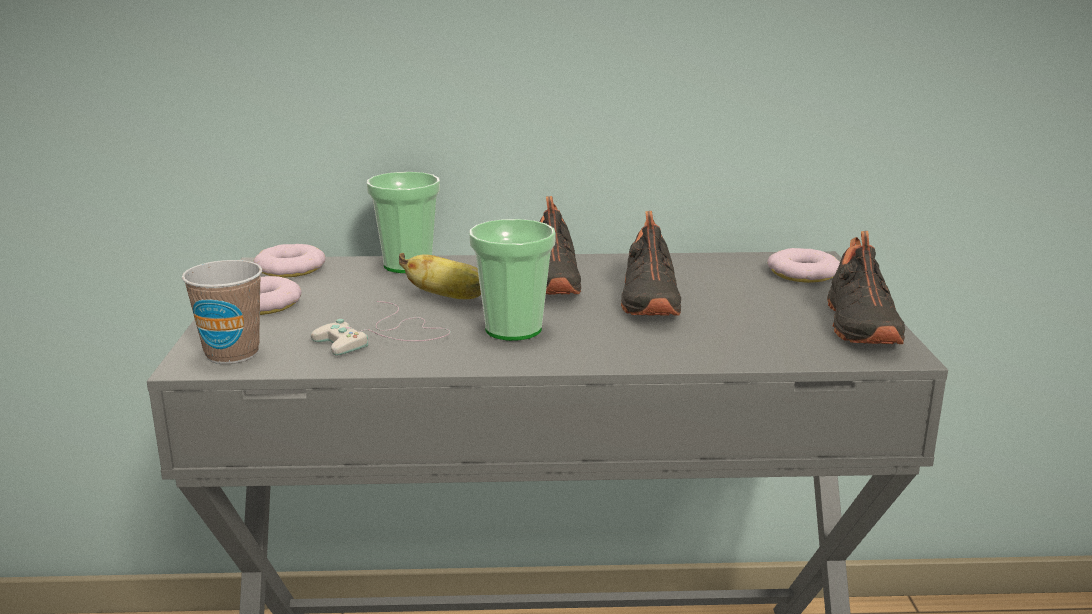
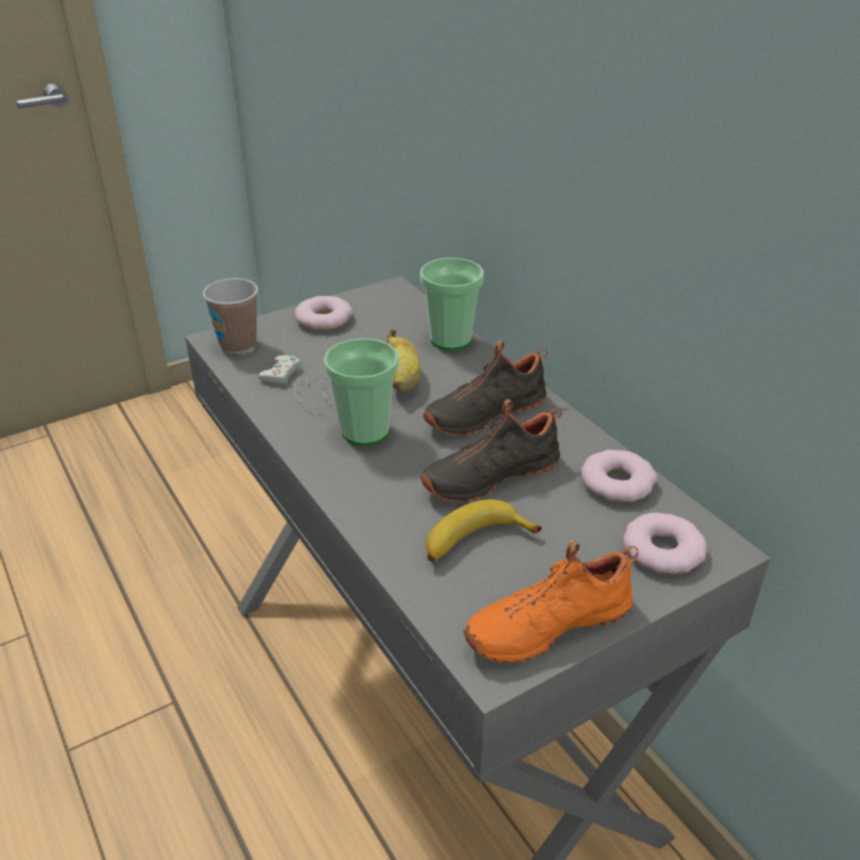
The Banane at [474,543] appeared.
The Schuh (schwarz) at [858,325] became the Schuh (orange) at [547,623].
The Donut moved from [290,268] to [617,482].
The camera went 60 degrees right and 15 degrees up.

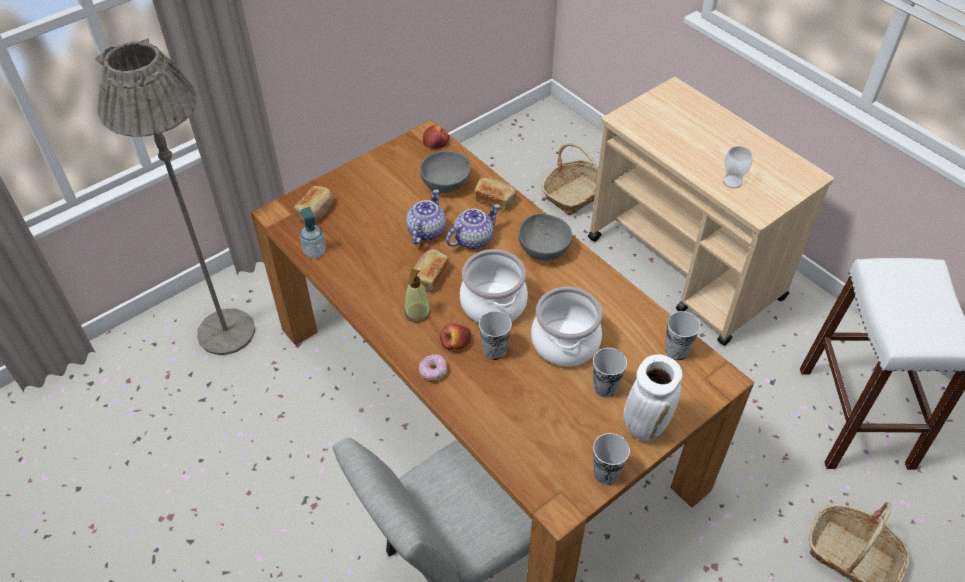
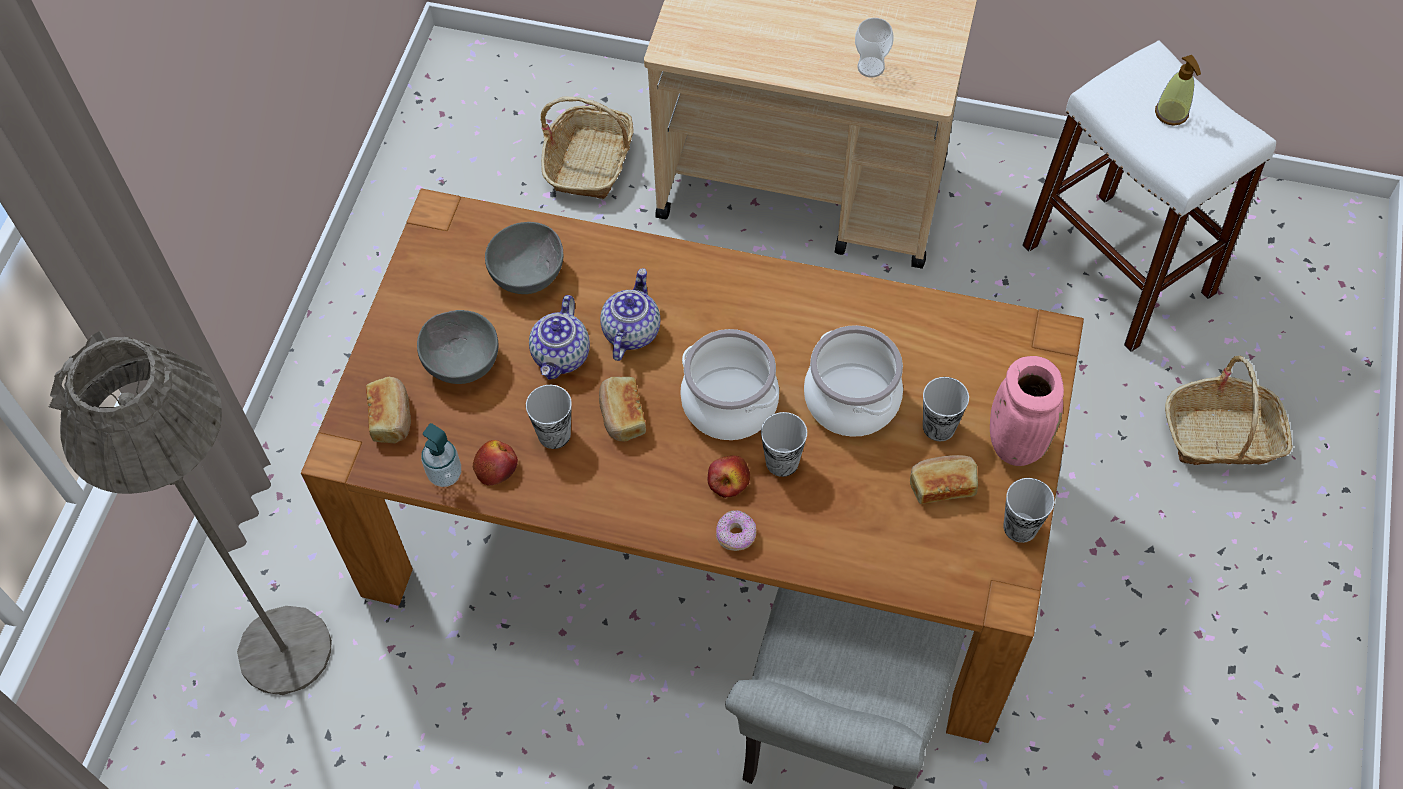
The Schüssel (grau) moved from [544,249] to [462,360].
The Apfel moved from [436,141] to [496,466].
The Tasse moved from [676,350] to [554,434].
The Teekanne at [426,231] turned 150 degrees counterclockwise.
The Brot moved from [495,199] to [942,485].
The Vase (weiß) at [645,424] became the Vase (rosa) at [1014,442].
The Seifenspender moved from [417,313] to [1171,113].
The camera went 35 degrees left and 10 degrees up.

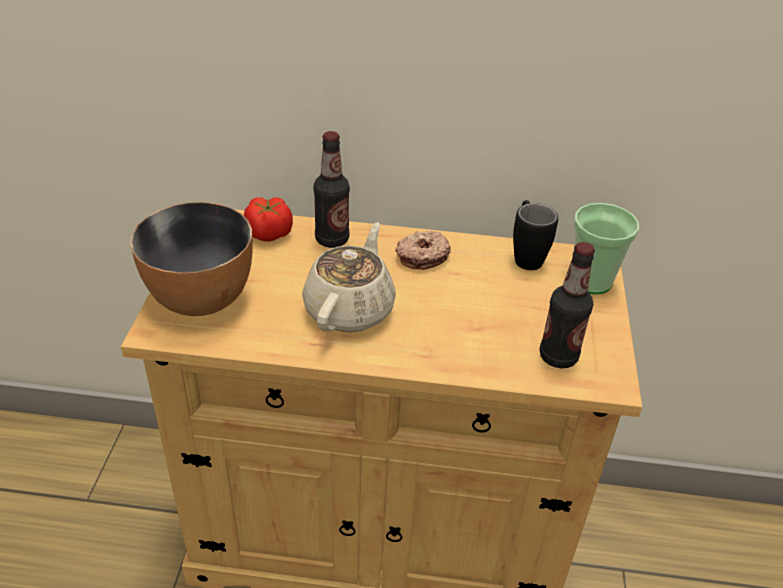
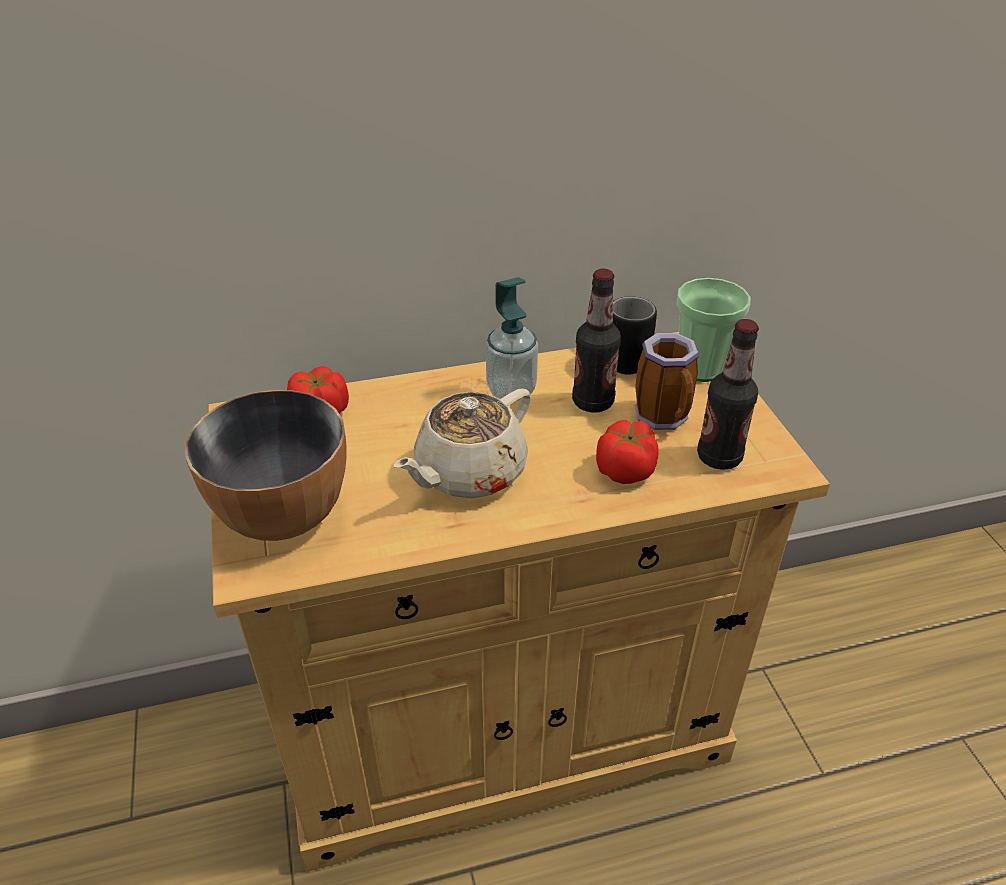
The Teekanne (beige) at [350,309] turned 135 degrees counterclockwise.
The Donut at [422,256] was replaced by the Seifenspender at [511,390].
The Flasche moved from [332,239] to [593,402].
The Tomate at [625,470] appeared.
The Henkelbecher at [665,418] appeared.
The camera went 20 degrees left and 0 degrees up.

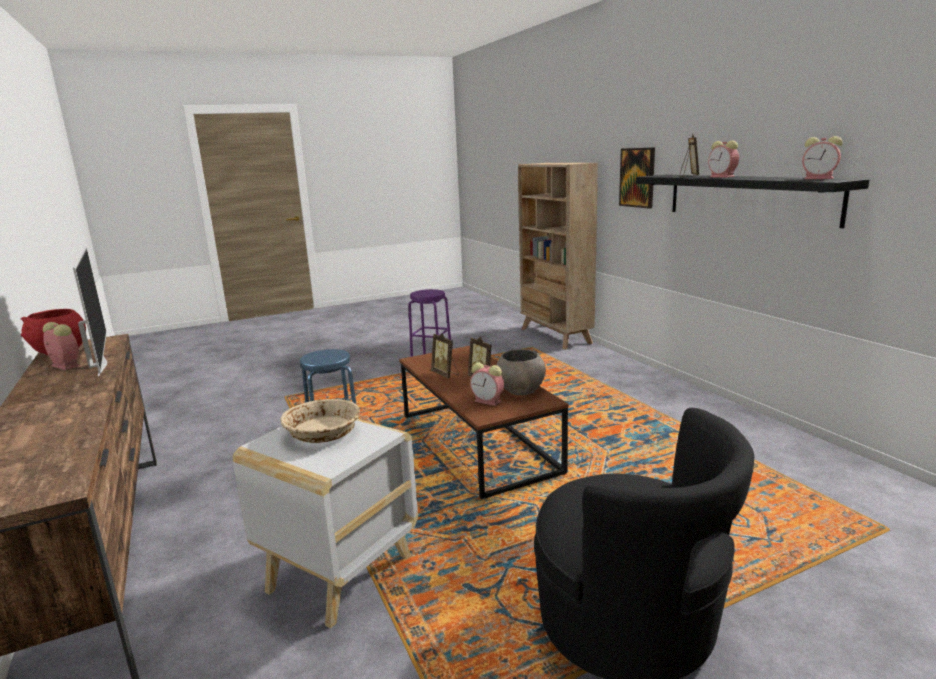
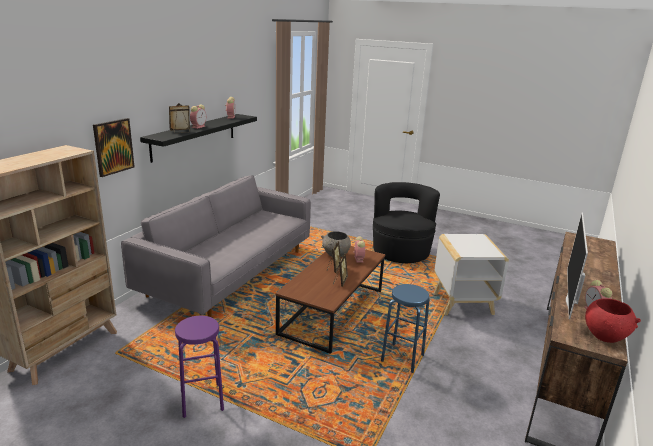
The Sofa (grau) at [230,272] appeared.
The Schüssel (beige) at [323,433] disappeared.
The camera went 130 degrees left and 5 degrees up.

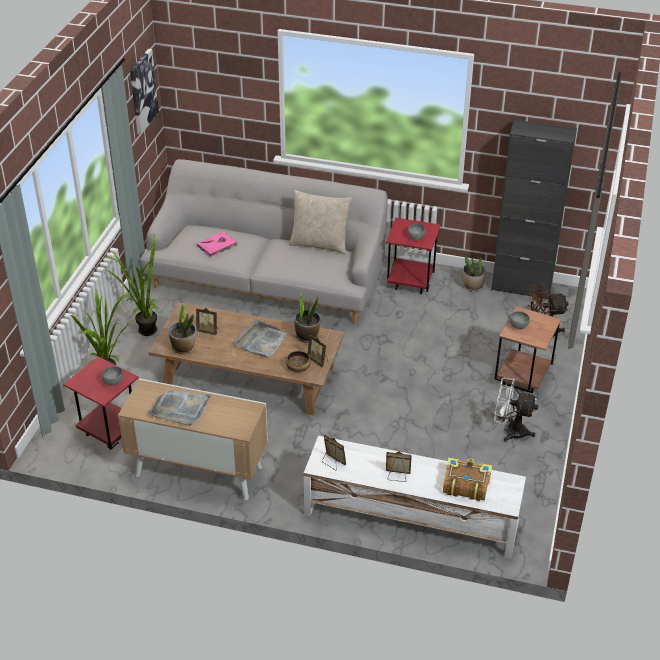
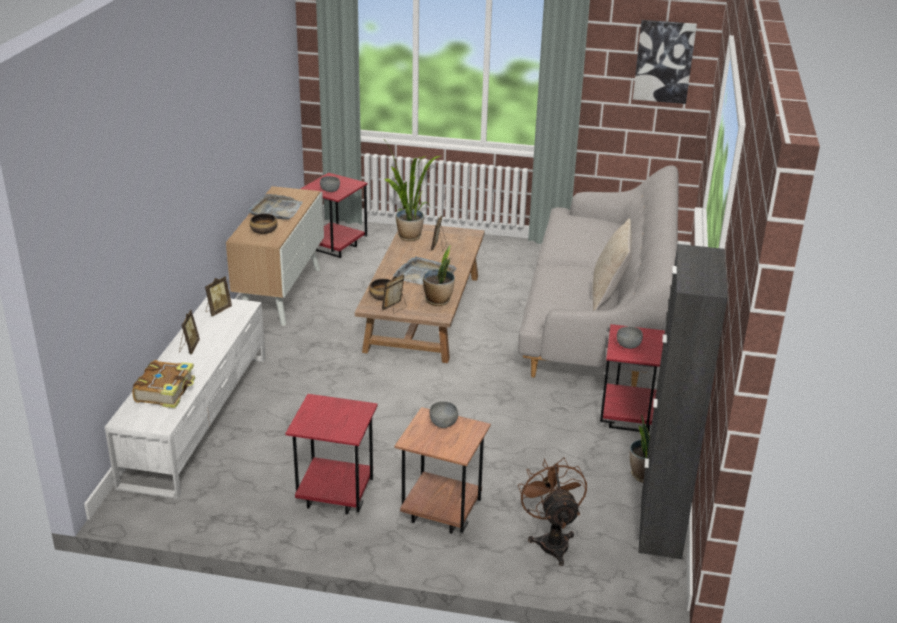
The Schüssel at [264,231] appeared.
The Ventilator (weiß) at [510,431] was replaced by the Beistelltisch (rot) at [334,498].
The Topfpflanze at [143,330] disappeared.
The Buch (rosa) at [217,246] disappeared.
The camera went 85 degrees right and 10 degrees down.

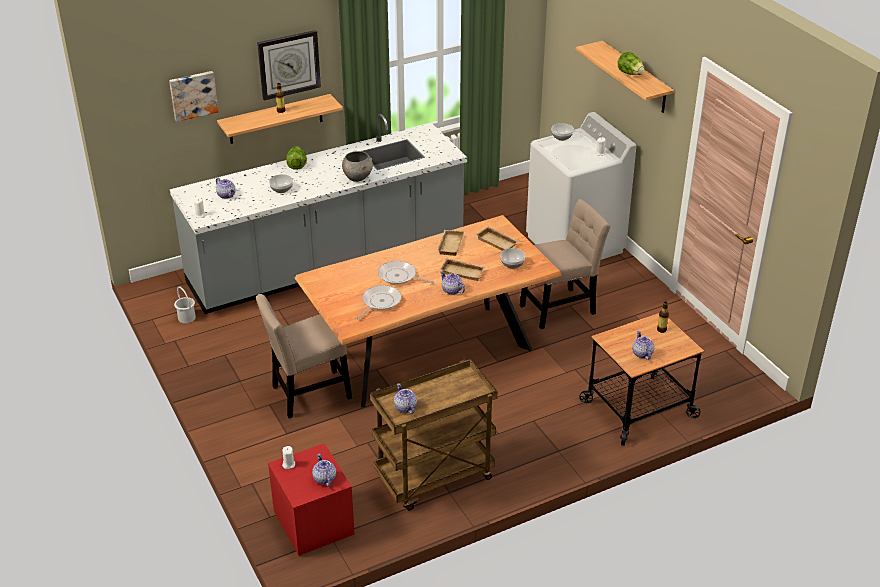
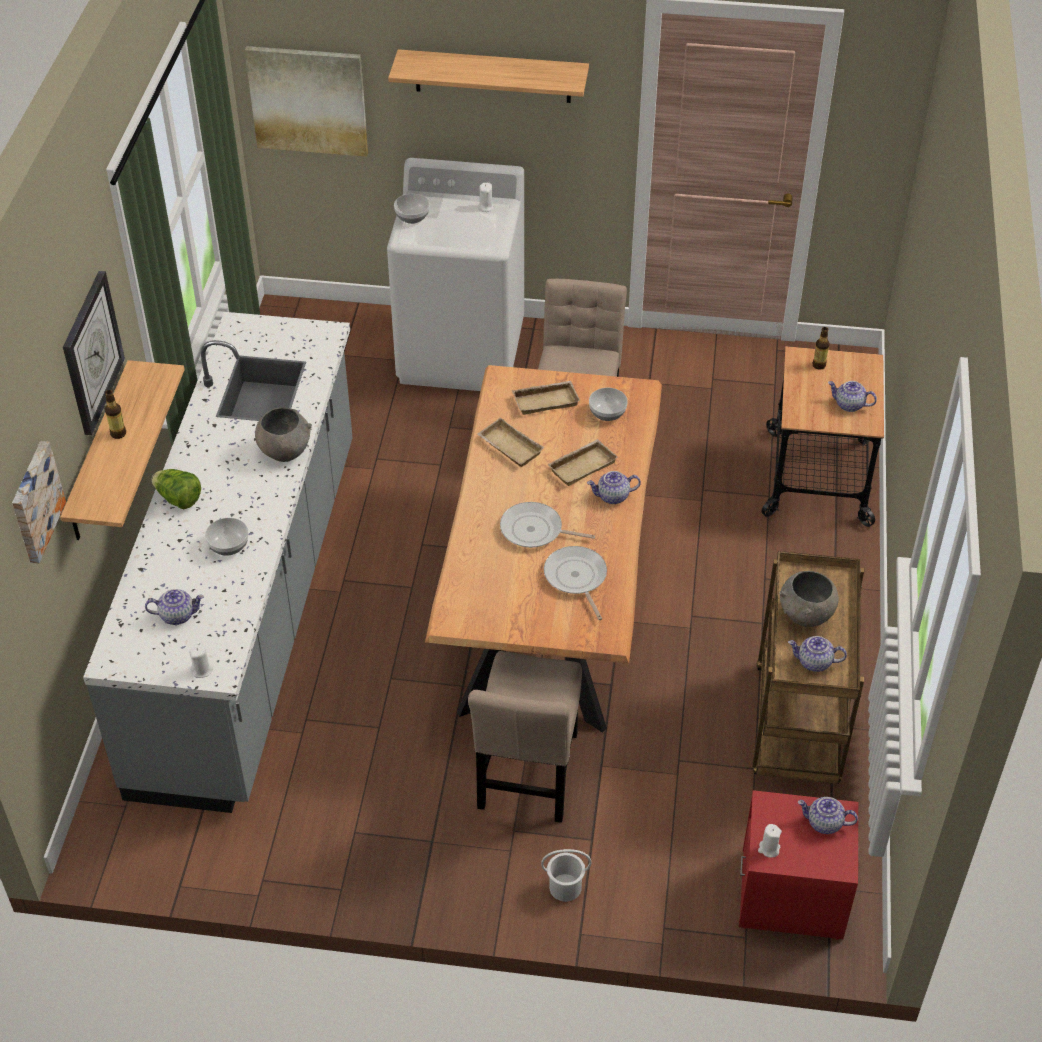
The Bild at [308,100] appeared.
The Pfanne at [399,276] turned 45 degrees clockwise.
The Eimer (weiß) moved from [186,318] to [565,888].
The Schüssel (grau) at [806,615] appeared.
The Salatkopf at [630,74] disappeared.
The camera went 55 degrees left and 10 degrees up.

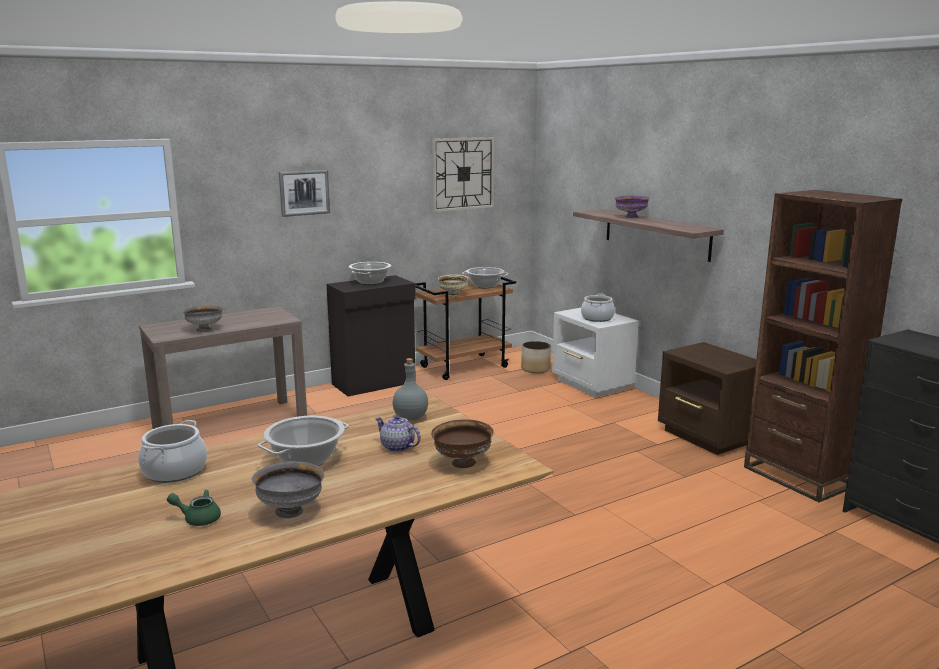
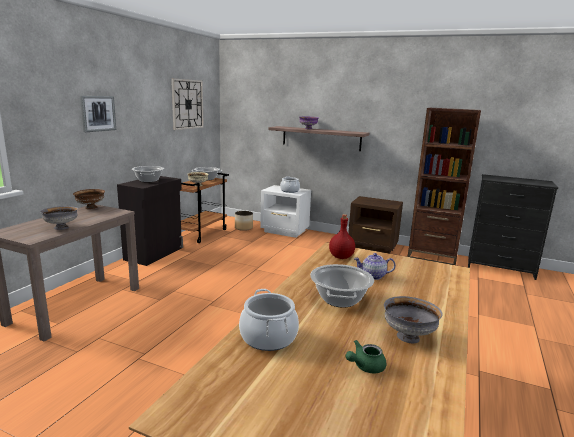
The Schüssel (braun) moved from [462,463] to [90,208].
The Flasche (grau) at [411,417] became the Flasche (rot) at [341,257].
The camera went 35 degrees left and 0 degrees up.

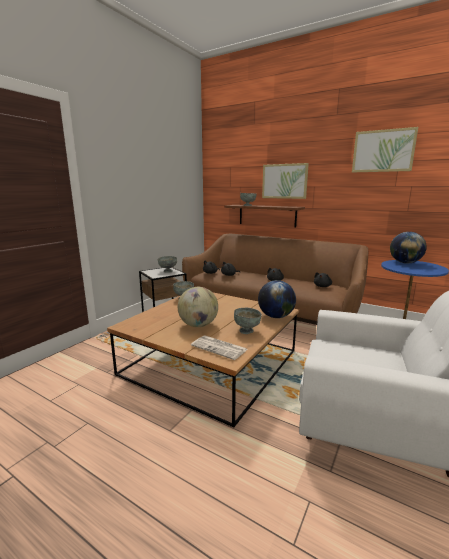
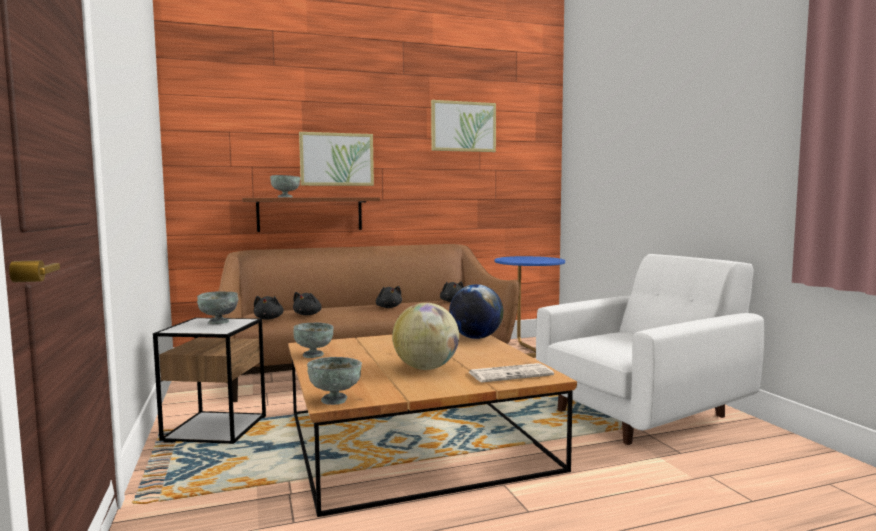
The Schüssel (grau) moved from [247,331] to [335,400].
The Globus at [405,263] disappeared.
The camera went 50 degrees left and 10 degrees down.

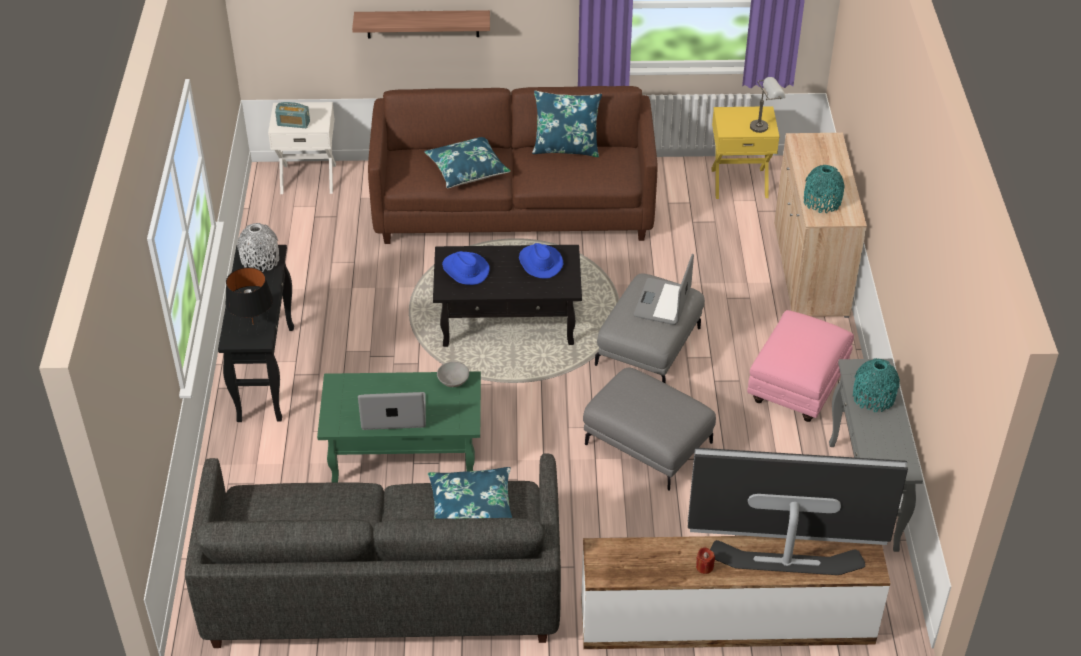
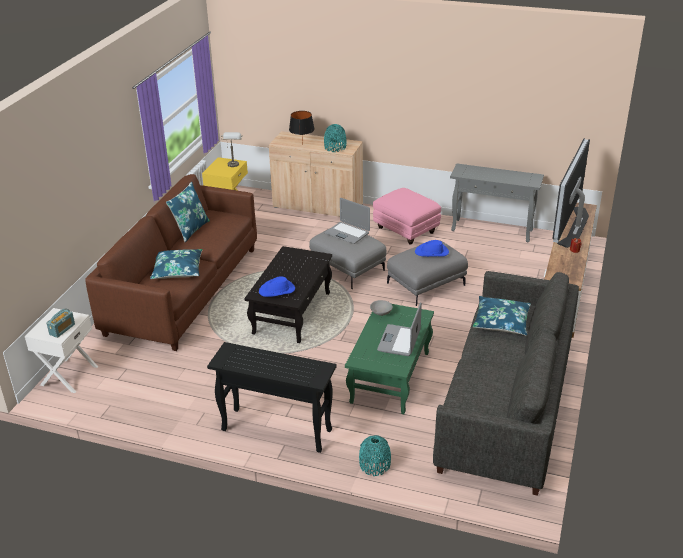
The Tischlampe (schwarz) moved from [253,324] to [302,144].
The Vase (türkis) moved from [873,397] to [374,465].
The Hut (blau) moved from [540,262] to [432,252].
The Vase (grau) at [260,260] disappeared.
The Wandregal at [422,24] disappeared.
The camera went 70 degrees left and 10 degrees down.

